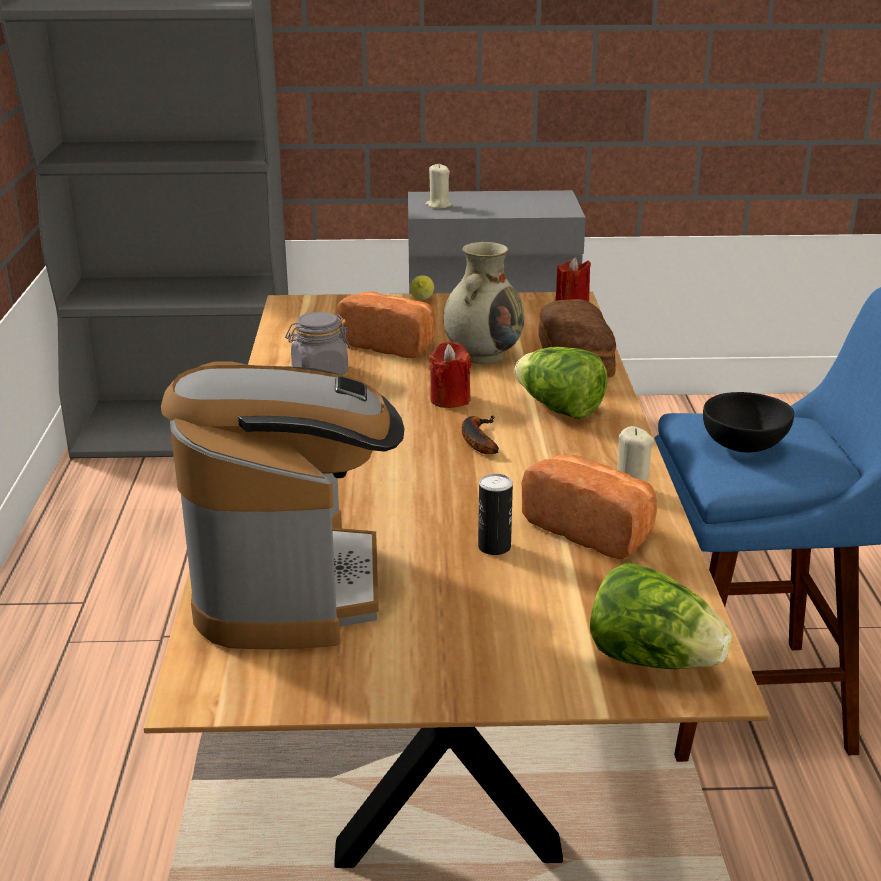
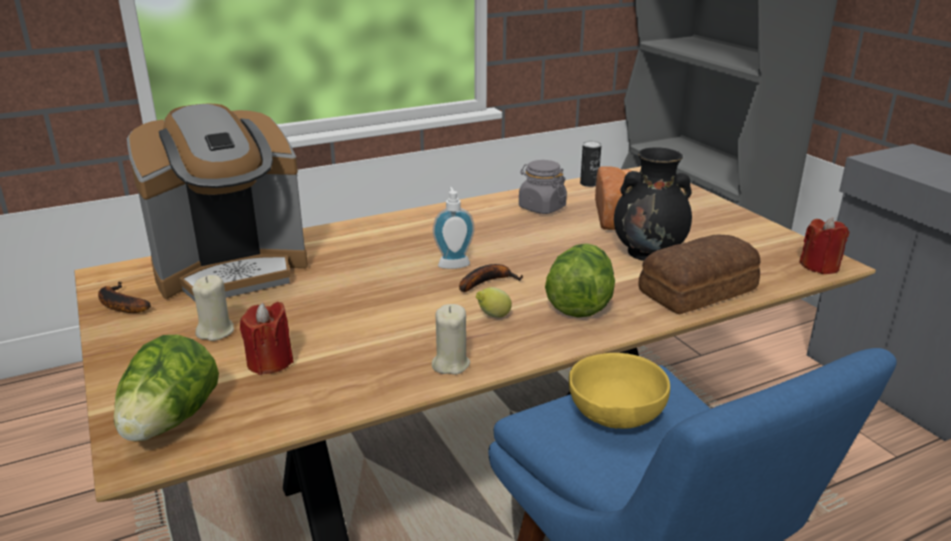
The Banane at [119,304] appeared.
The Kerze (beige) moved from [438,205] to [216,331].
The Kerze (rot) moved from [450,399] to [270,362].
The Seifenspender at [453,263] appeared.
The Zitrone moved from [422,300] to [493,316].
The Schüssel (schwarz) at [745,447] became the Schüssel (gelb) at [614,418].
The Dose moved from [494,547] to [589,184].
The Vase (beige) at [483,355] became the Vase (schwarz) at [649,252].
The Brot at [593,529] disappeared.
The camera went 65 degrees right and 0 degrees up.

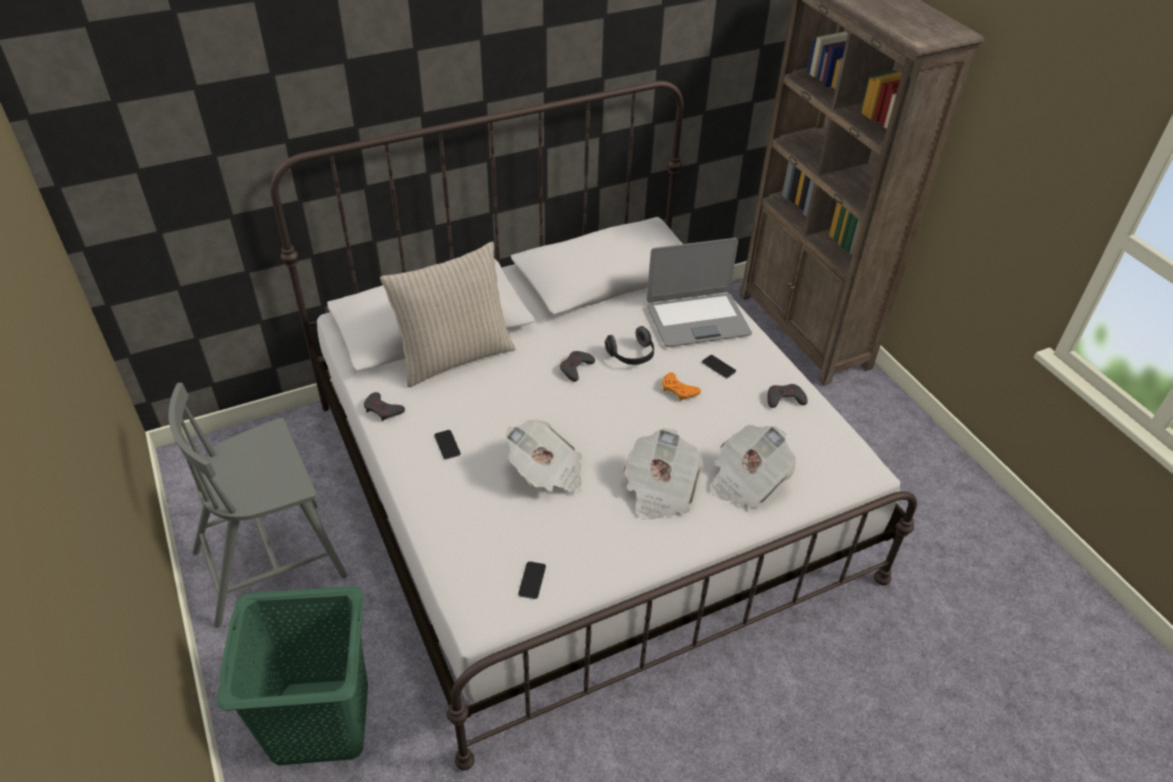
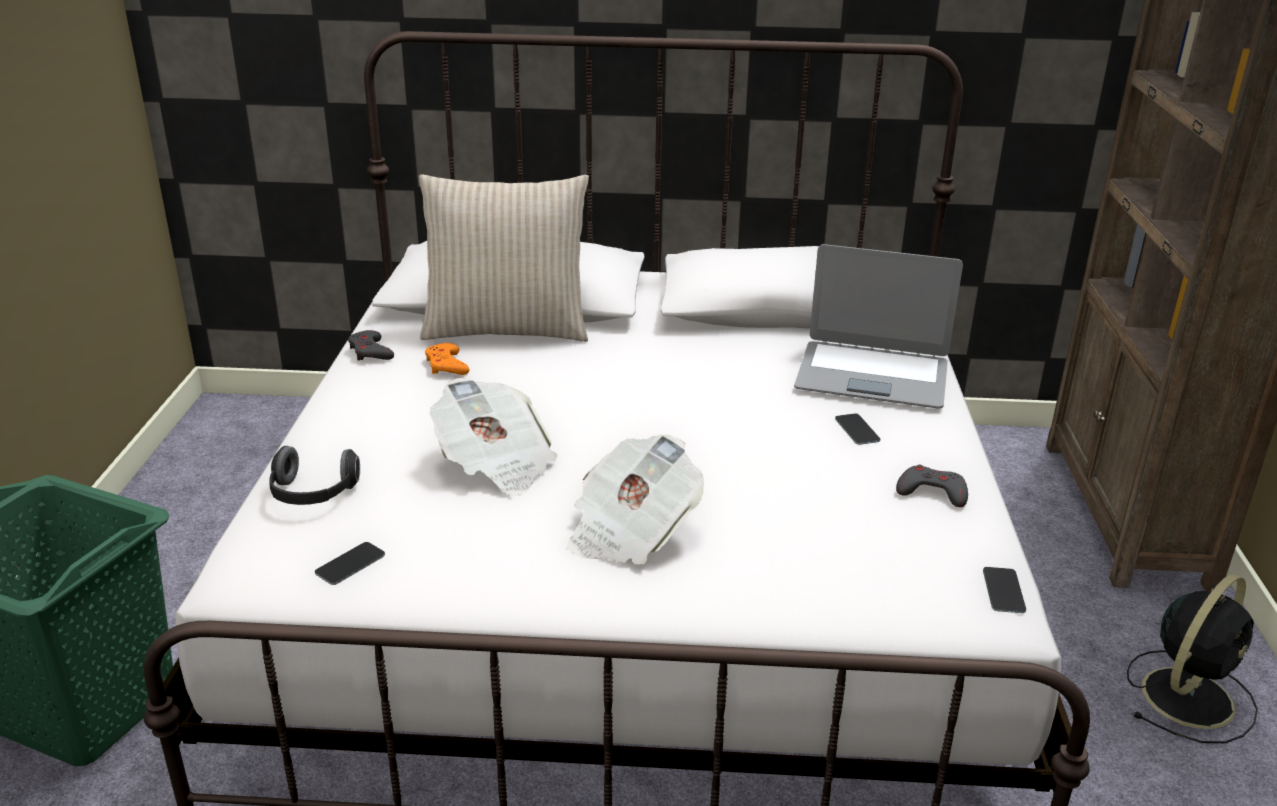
The Kopfhörer moved from [632,356] to [313,495].
The Gamepad (orange) moved from [678,390] to [446,365].
The Handy moved from [447,445] to [1003,590].
The Ventilator (schwarz) at [1189,695] appeared.
The Stuhl (grau) at [272,562] disappeared.
The Gamepad (grau) at [575,368] disappeared.
The Zeitung at [746,481] disappeared.
The camera went 30 degrees right and 15 degrees down.

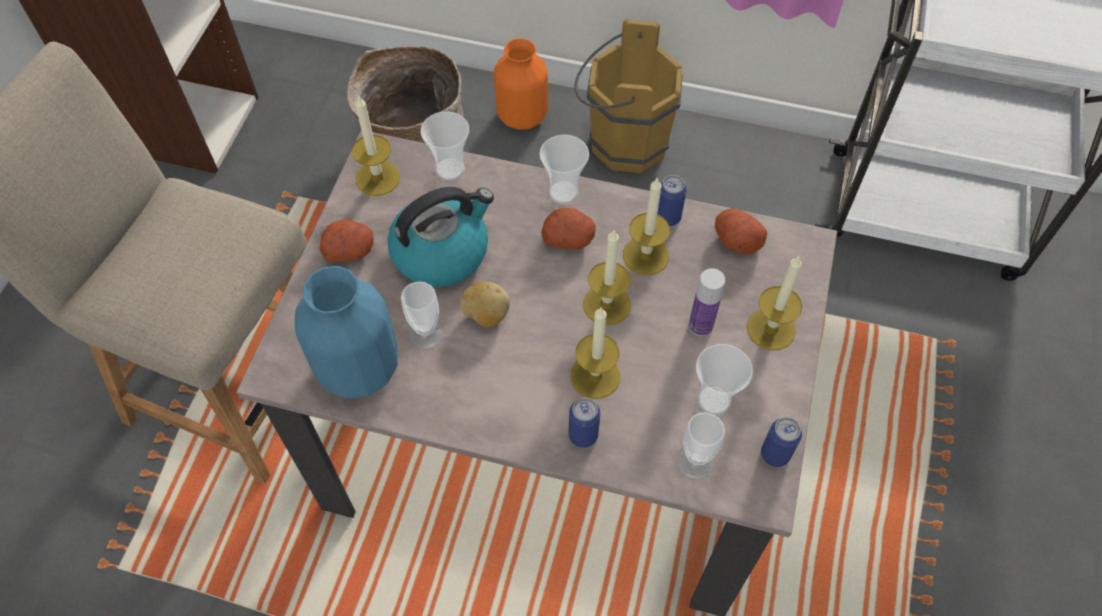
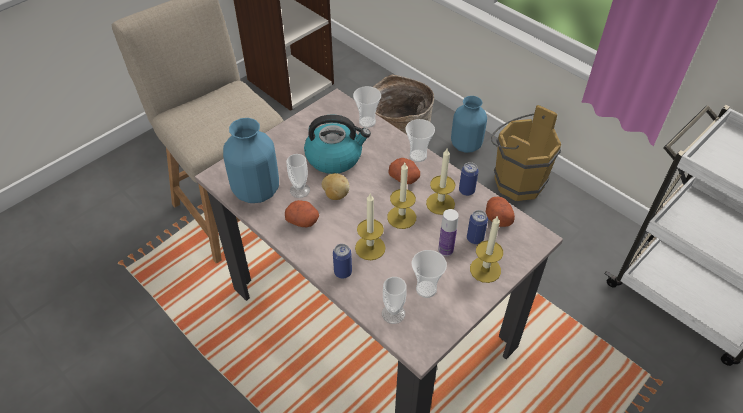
The Kartoffel moved from [350,250] to [303,221].
The Vase (orange) at [522,115] became the Vase (blau) at [466,145].
The Dose moved from [775,454] to [475,238].
The Kerze at [378,178] disappeared.
The camera went 30 degrees right and 10 degrees down.

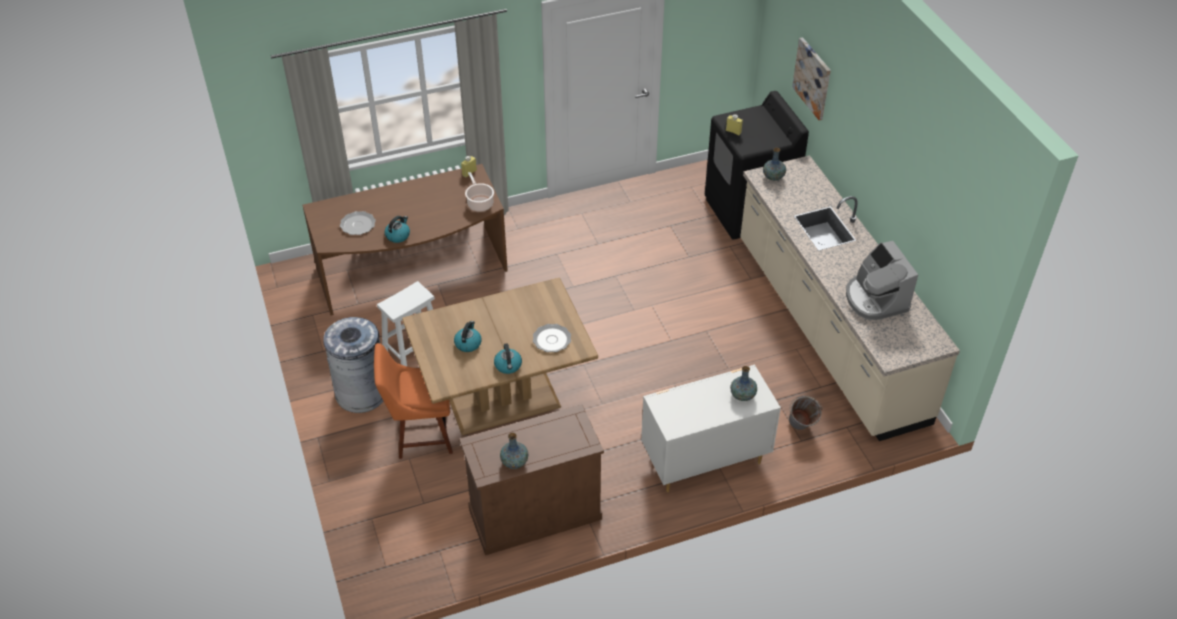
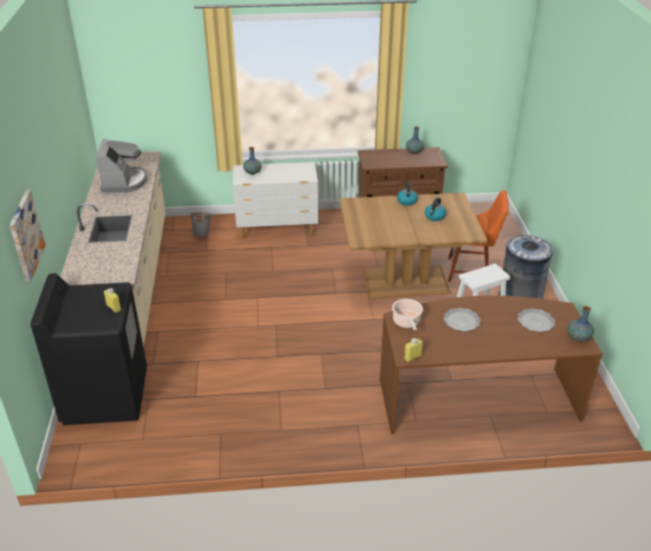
The Teller moved from [552,339] to [461,321].
The Vase moved from [773,177] to [578,337].
The Wasserkessel at [398,235] disappeared.
The camera went 165 degrees left and 10 degrees down.

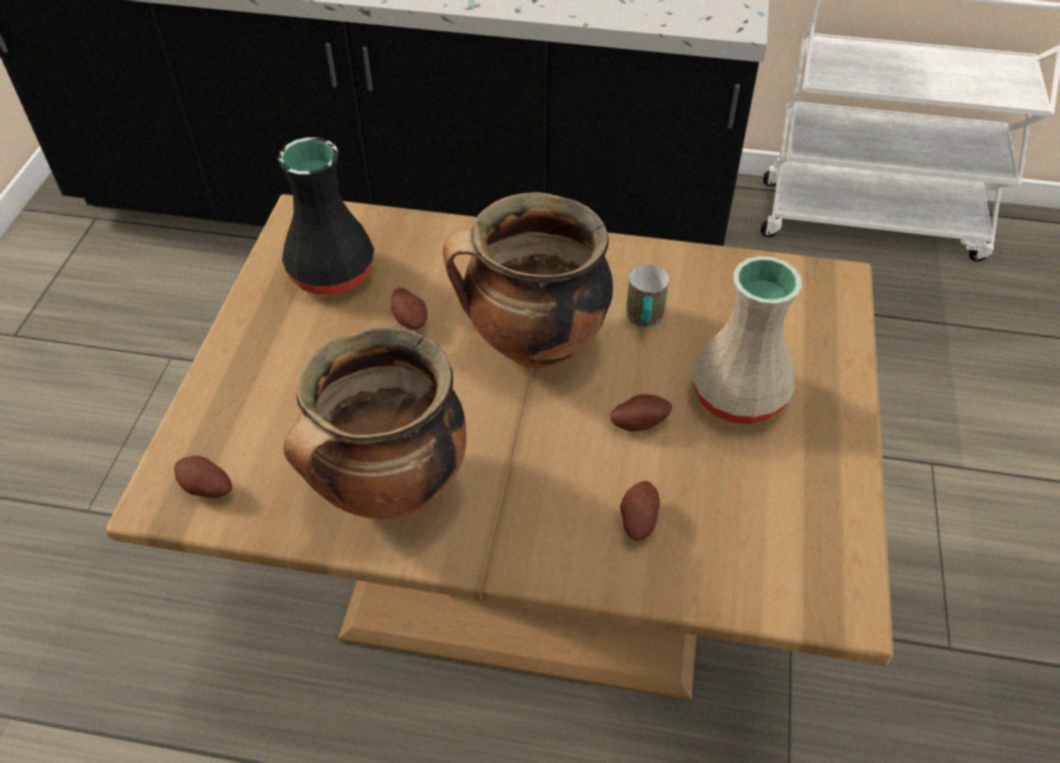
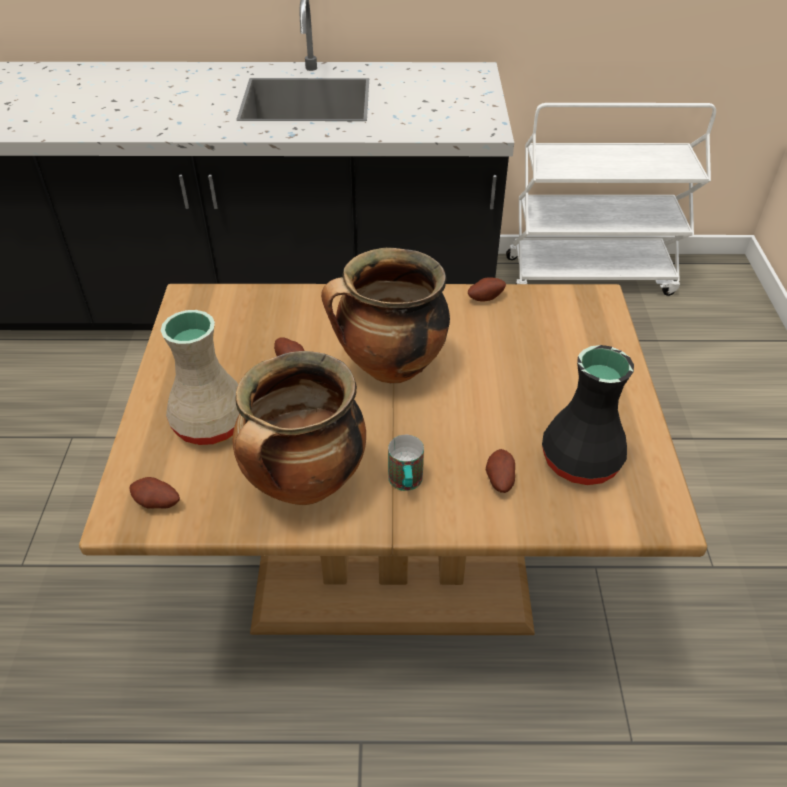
The Vase (beige) moved from [741,395] to [213,424].
The Henkelbecher moved from [644,320] to [406,484].
The Kartoffel moved from [639,422] to [485,297].
The Vase (schwarz) moved from [332,272] to [579,460].
The camera went 10 degrees left and 5 degrees down.

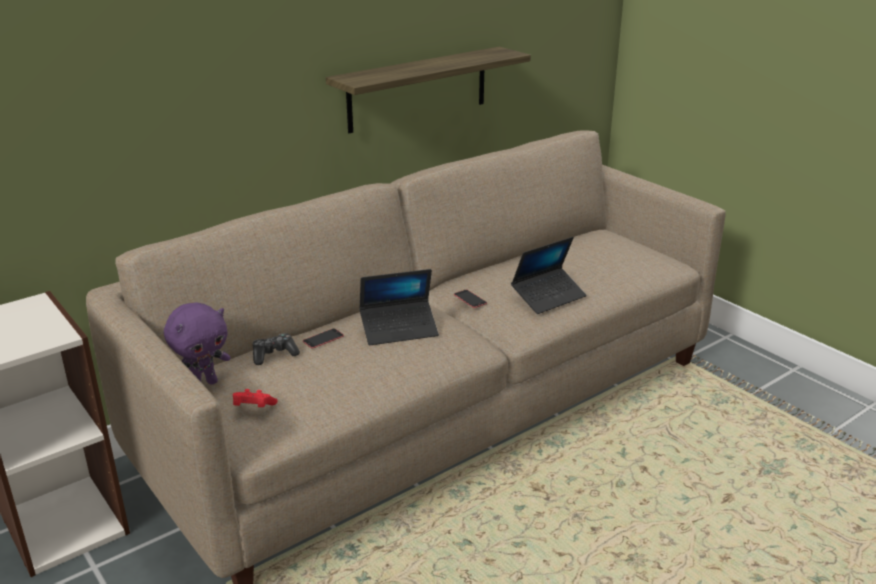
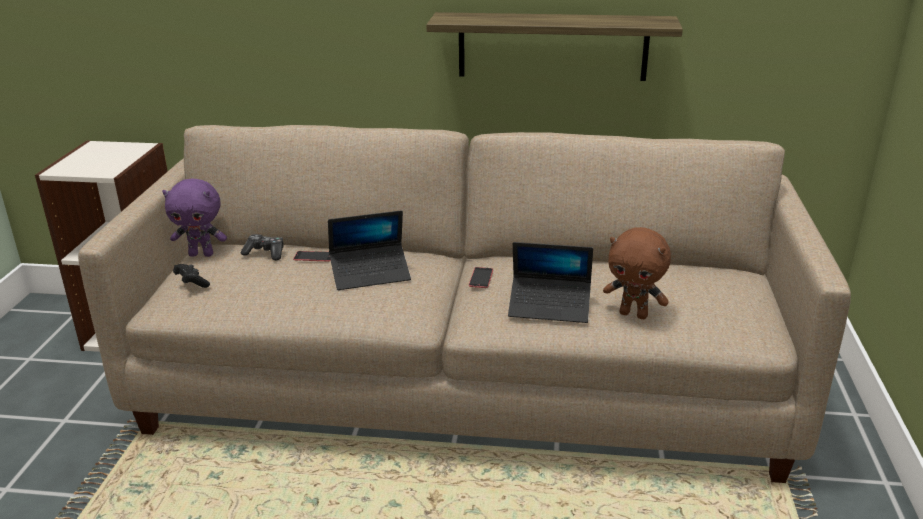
The Gamepad (rot) at [253,408] became the Gamepad (schwarz) at [192,283].
The Laptop at [399,329] turned 45 degrees counterclockwise.
The Plüschtier (braun) at [634,314] appeared.
The camera went 45 degrees right and 0 degrees up.

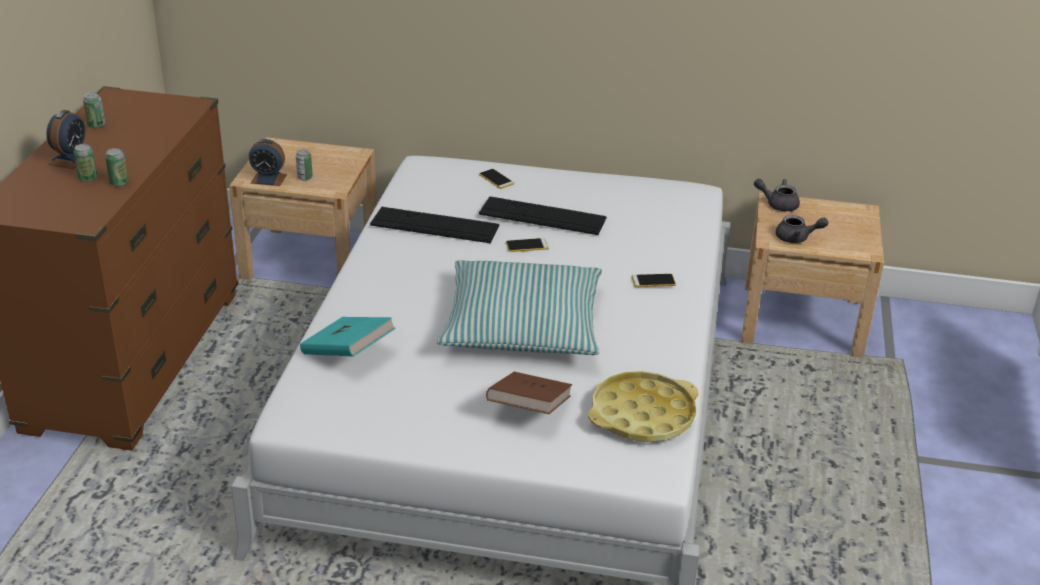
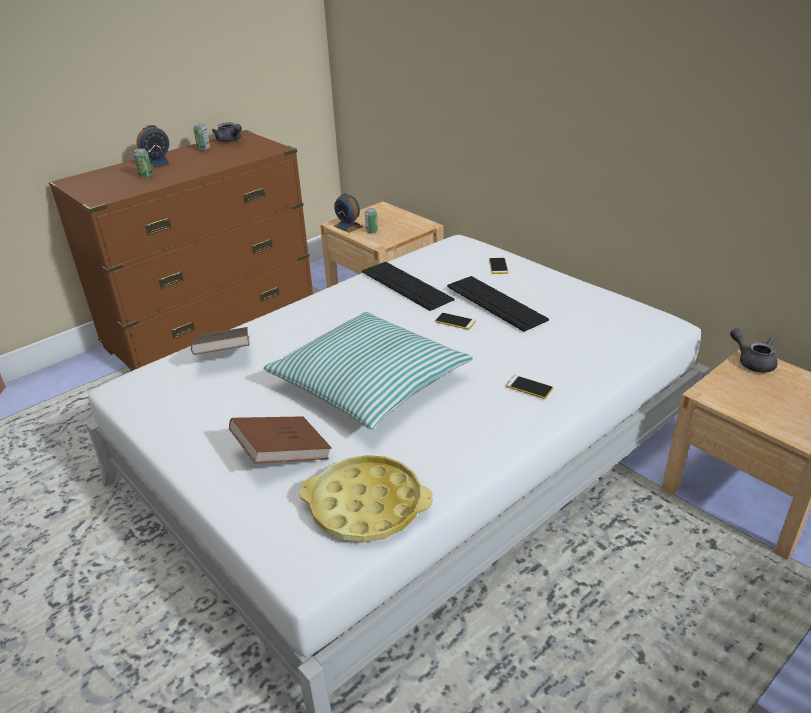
The Buch (türkis) at [348,353] became the Buch (braun) at [224,356].
The Teekanne (grau) moved from [797,238] to [230,141].
The Dose at [119,183] disappeared.
The camera went 40 degrees right and 0 degrees up.

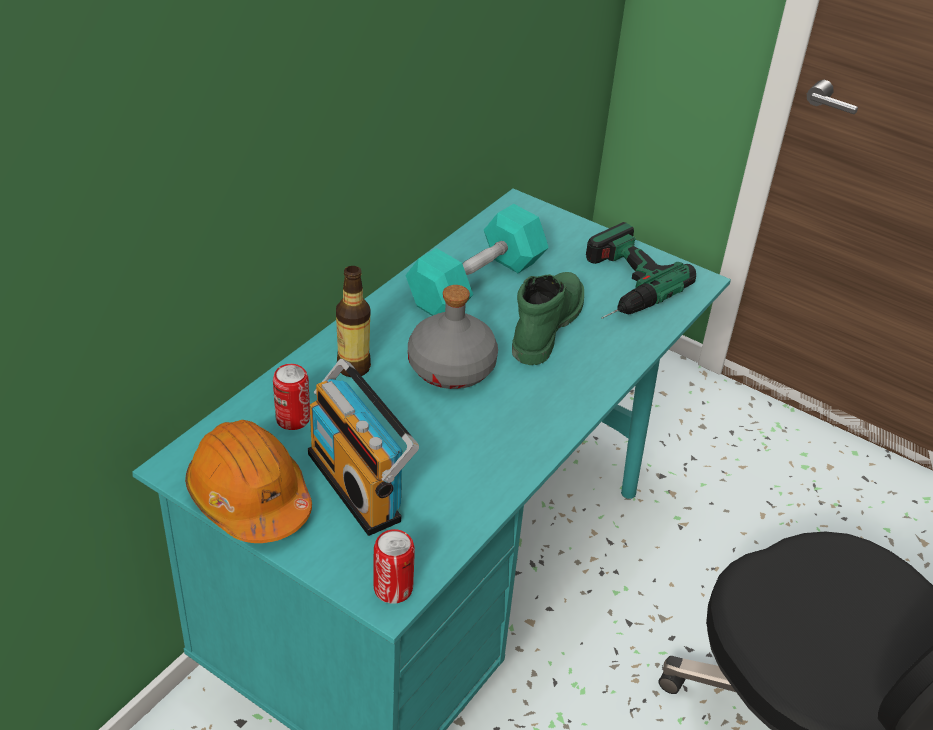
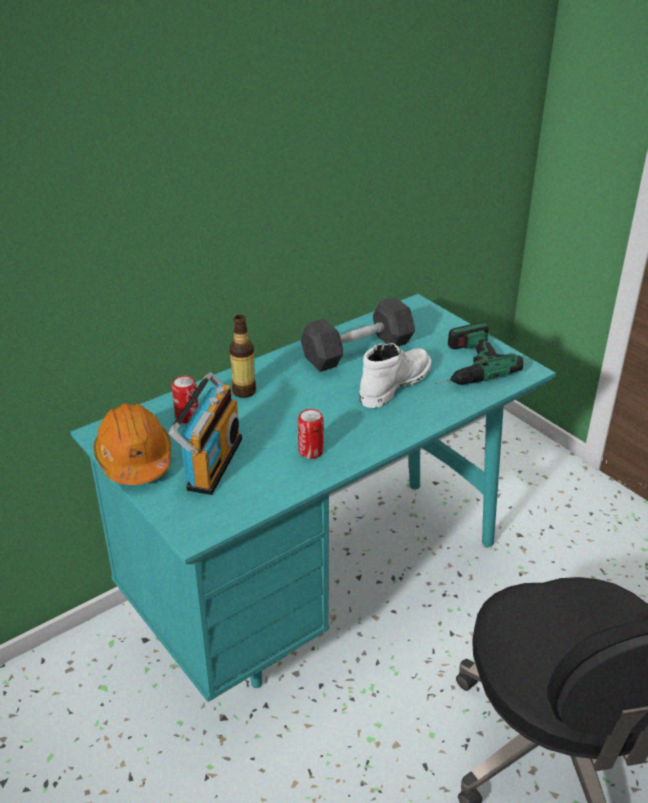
The Radio at [359,484] turned 150 degrees counterclockwise.
The Dose moved from [393,589] to [311,451].
The Hantel (türkis) at [476,284] became the Hantel (grau) at [357,351].
The Stiefel (grün) at [545,326] became the Stiefel (weiß) at [393,384].
The Flasche (grau) at [451,369] disappeared.
The camera went 20 degrees right and 5 degrees down.

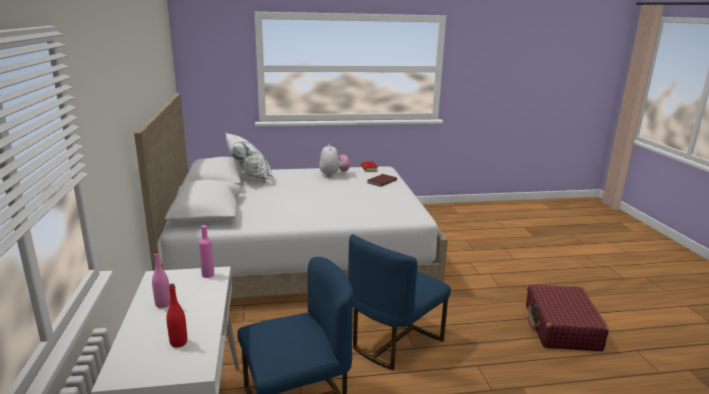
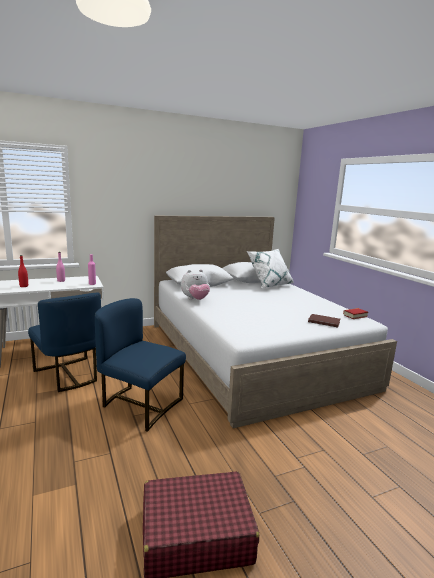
The Plüschtier moved from [333,175] to [195,299].
The camera went 75 degrees right and 5 degrees down.

